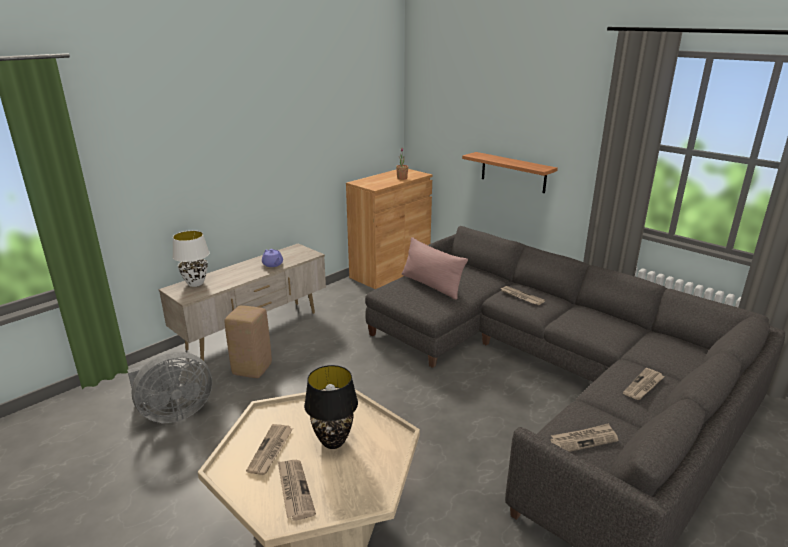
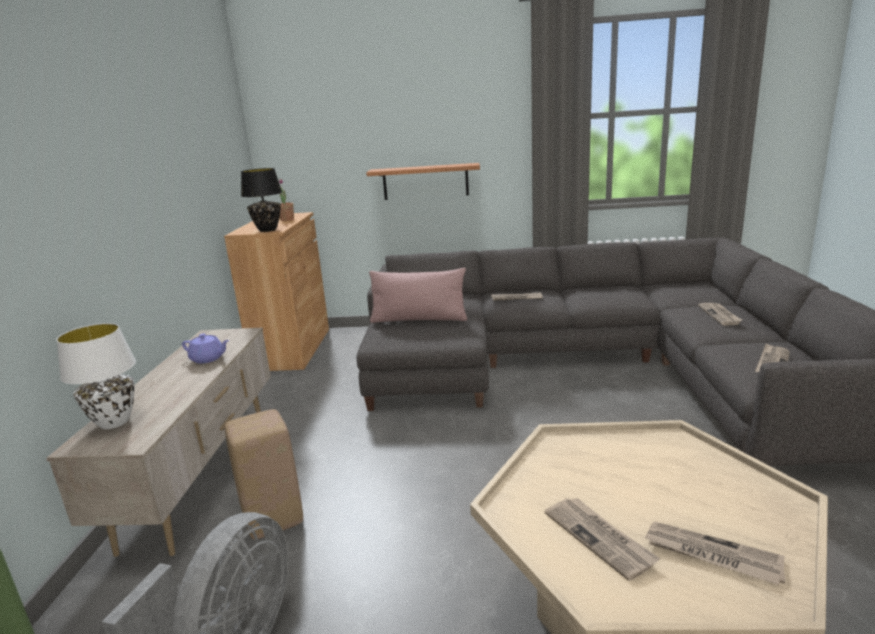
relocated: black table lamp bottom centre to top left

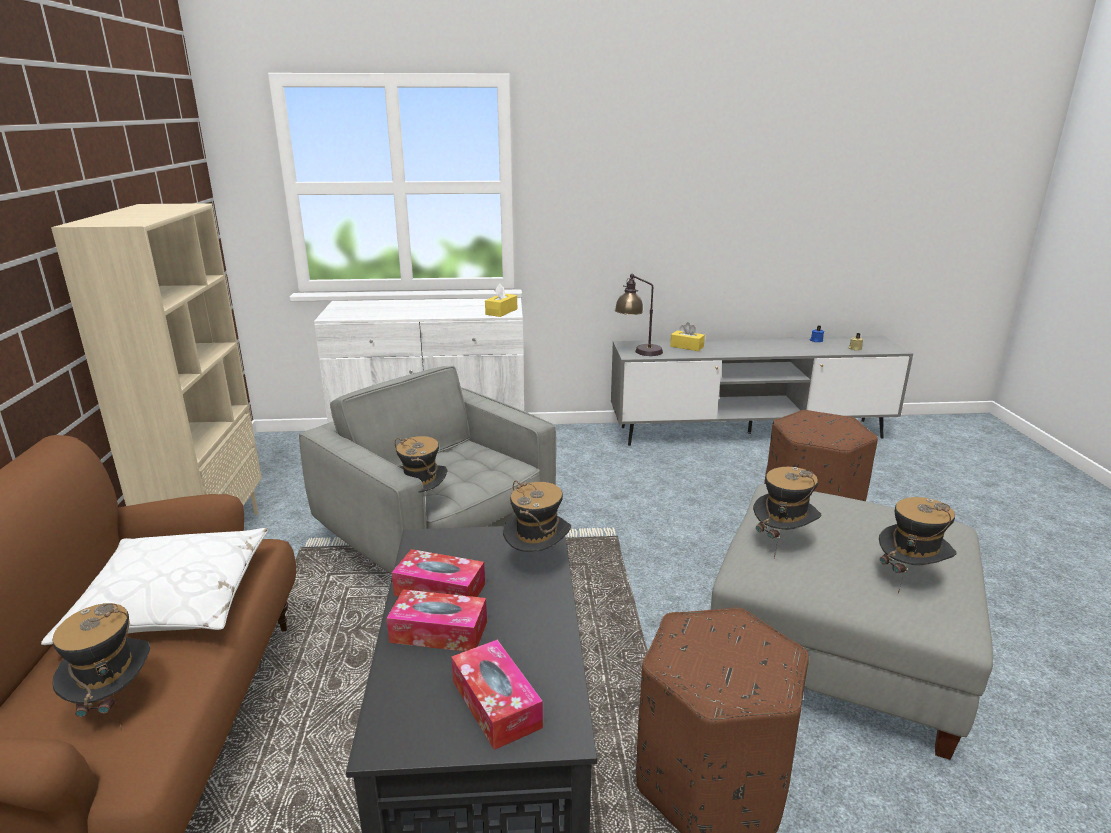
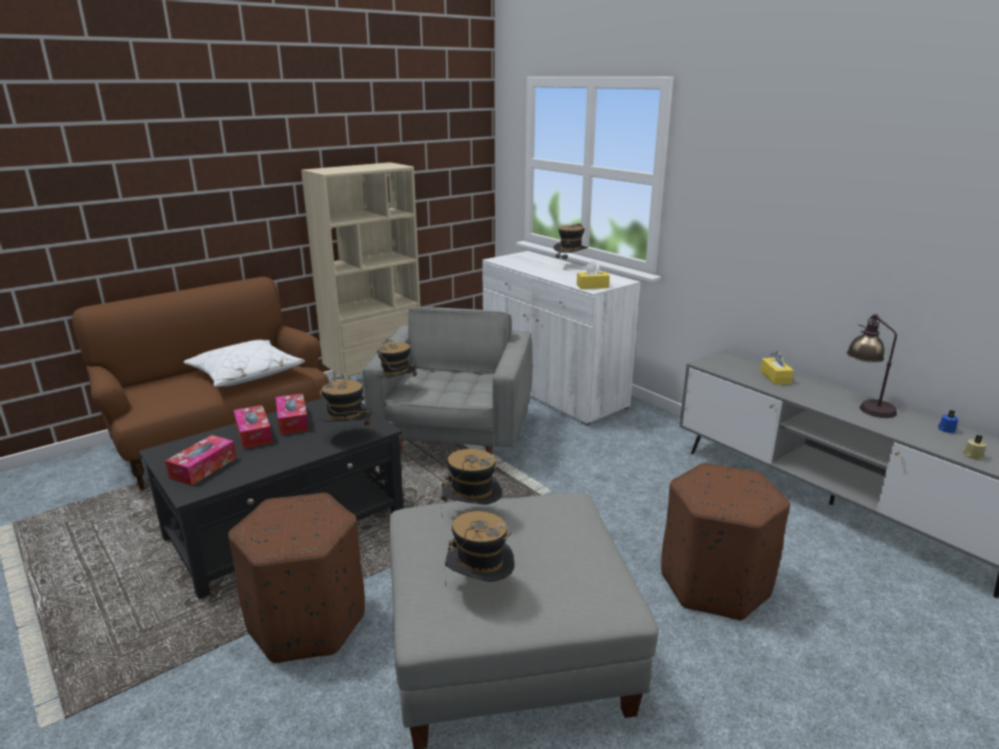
relocated: hat (no. 1 from left in the first image) bottom left to hat (no. 5 from left) top centre; table lamp centre to middle right

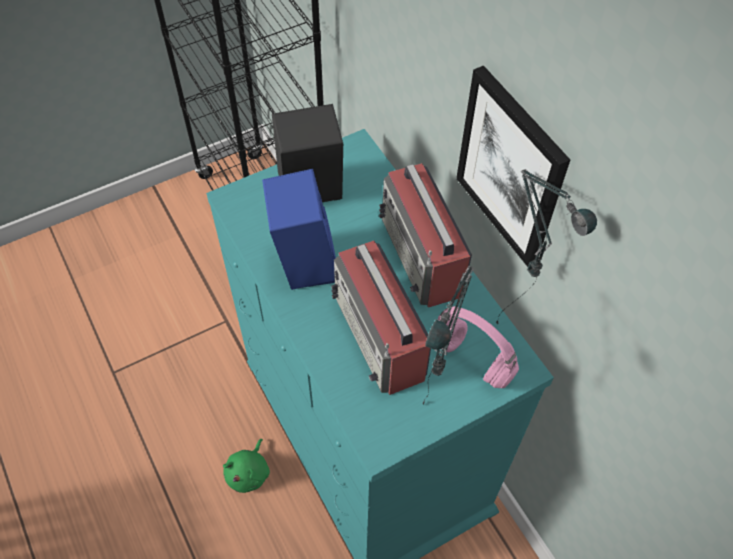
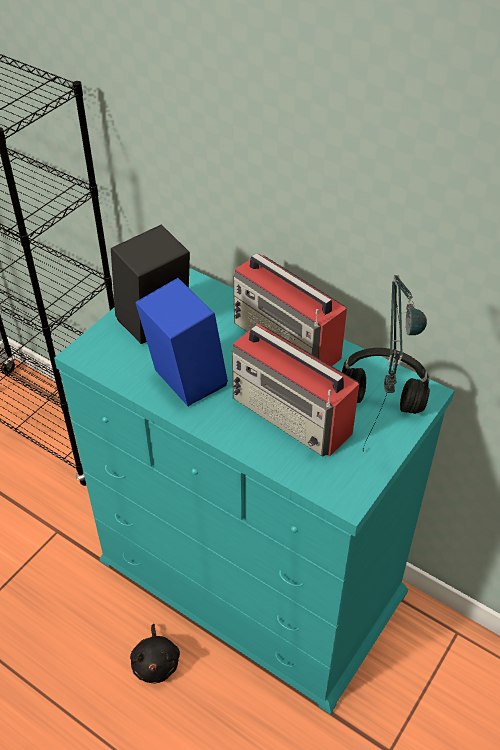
missing: picture top right; table lamp (no. 2 from left) middle right
colour: green plush toy bottom centre to black plush toy bottom left; pink headphones centre to black headphones middle right

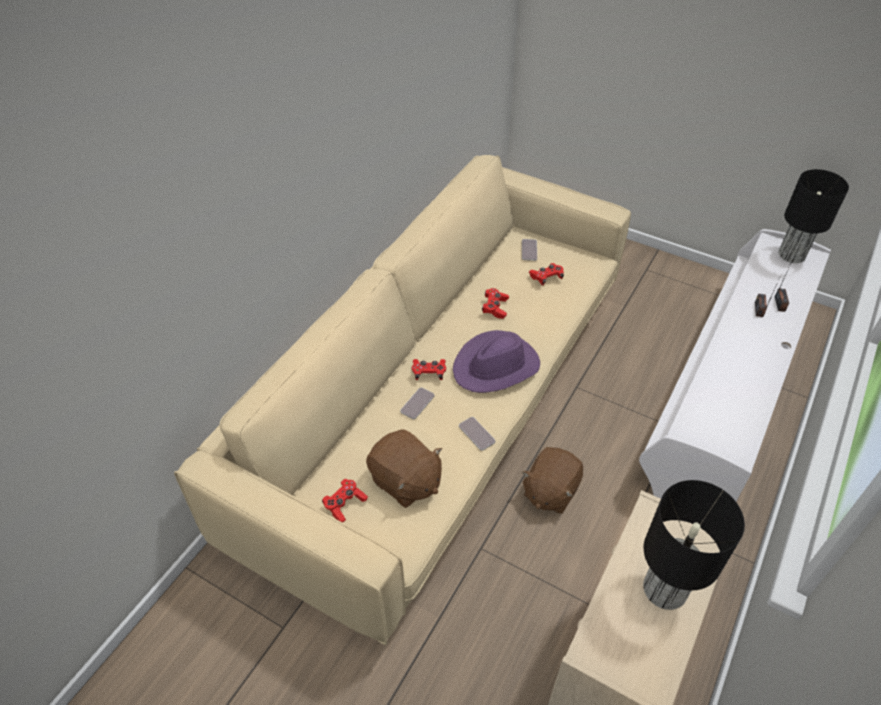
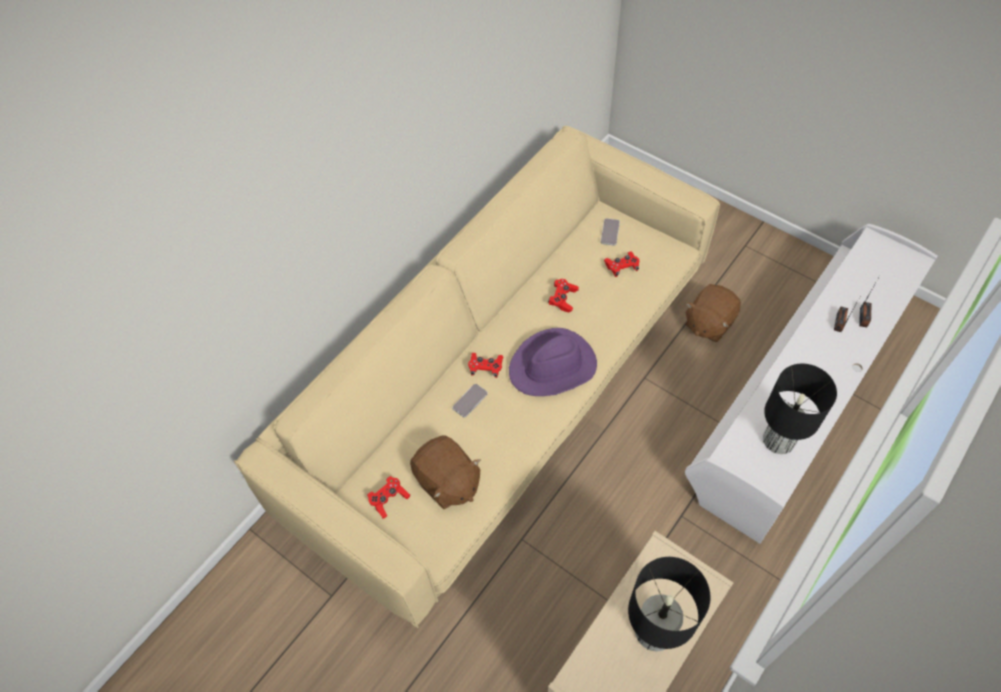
missing: phone (no. 2 from left) centre
relocated: brown plush toy (no. 2 from left) bottom centre to middle right; black table lamp (no. 2 from left) top right to middle right

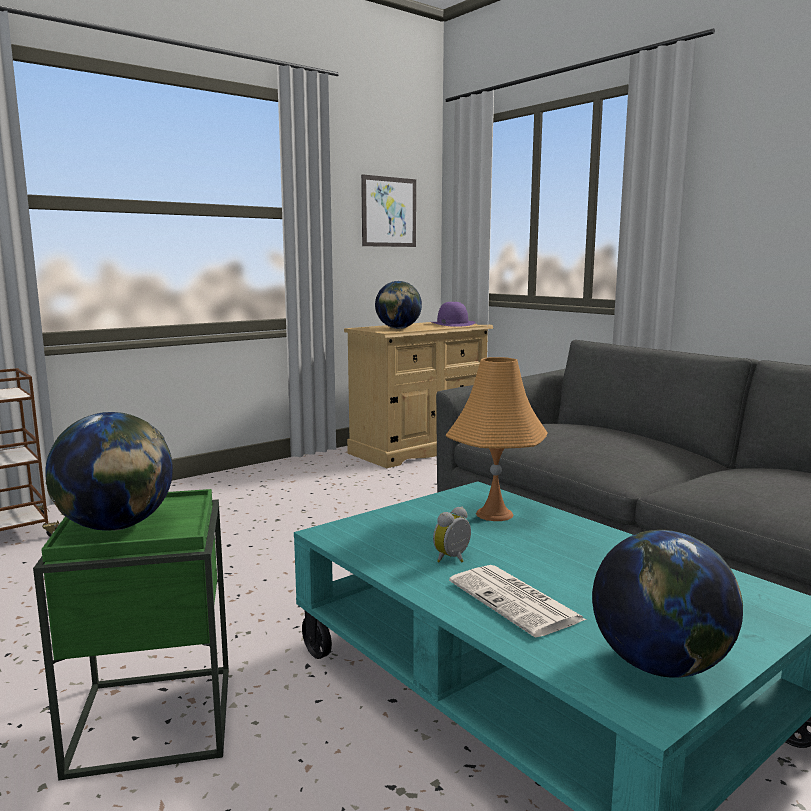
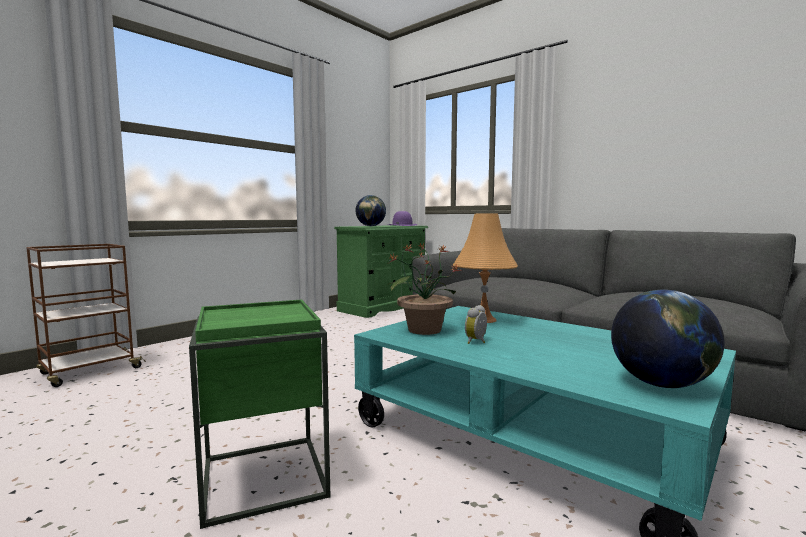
missing: globe (no. 1 from left) middle left; picture top centre; newspaper bottom centre
appeared: potted plant centre
colour: beige dresser centre to green dresser centre

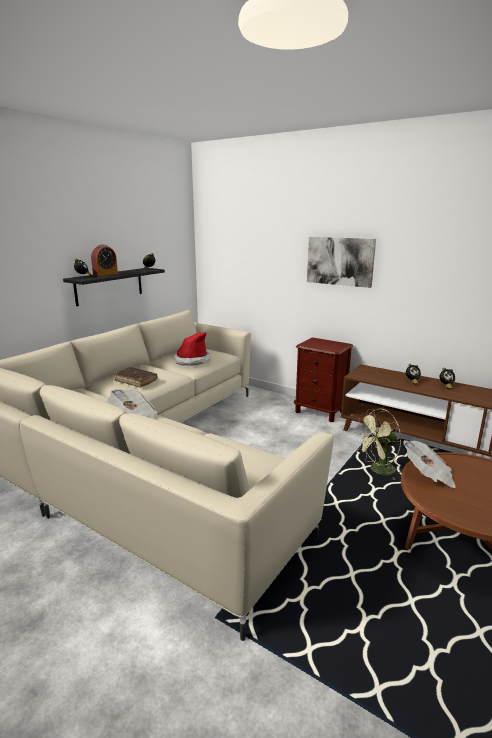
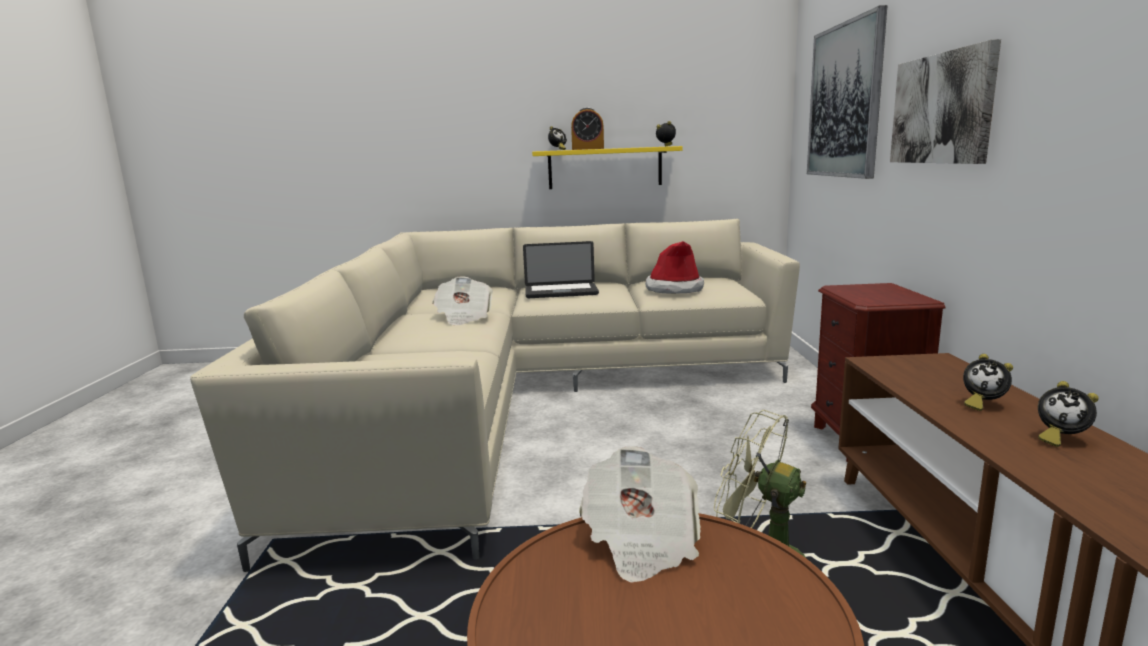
appeared: picture (no. 1 from left) top right
exchanged: brown book middle left to laptop centre
colour: black shelf middle left to yellow shelf top centre

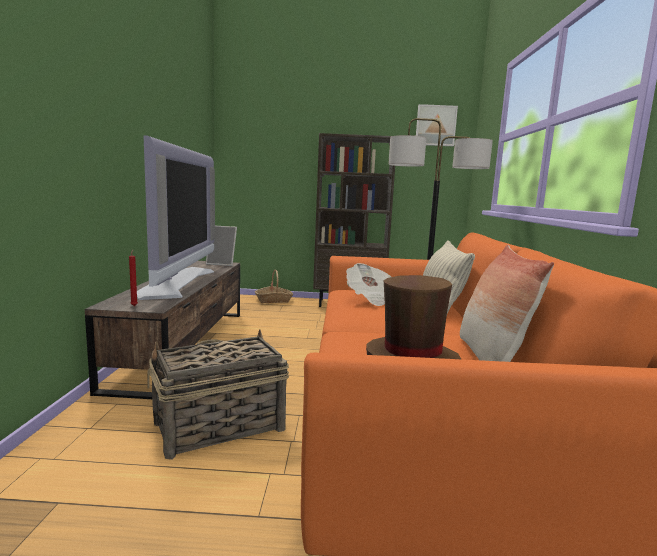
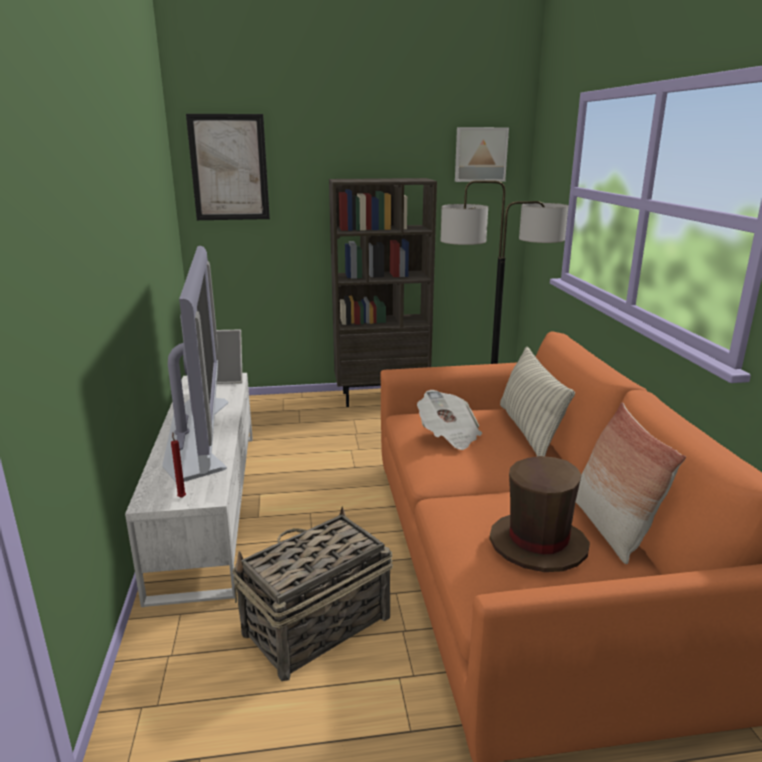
missing: basket (no. 2 from left) centre
appeared: picture (no. 1 from left) top left
colour: brown tv stand middle left to white tv stand middle left

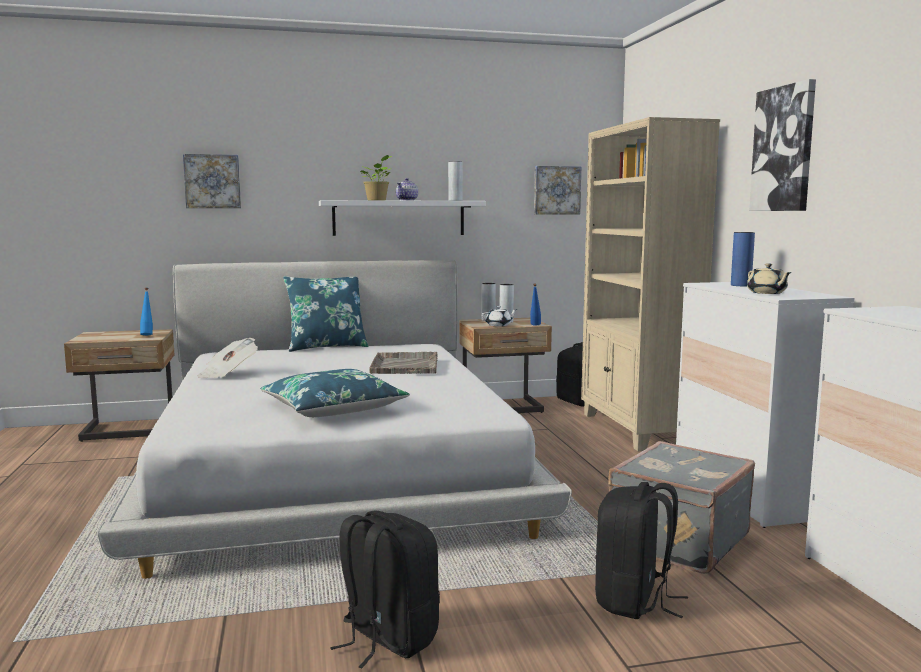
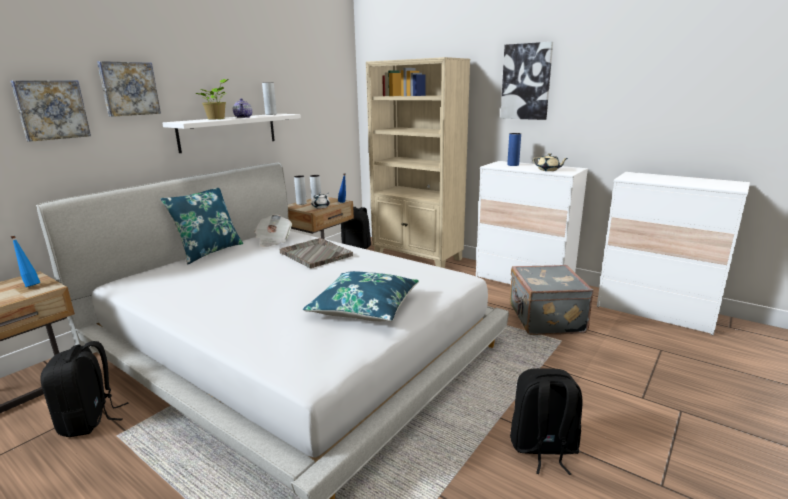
relocated: black backpack (no. 3 from left in the first image) bottom right to black backpack (no. 1 from left) bottom left; picture (no. 2 from left) top centre to top left; newspaper middle left to centre

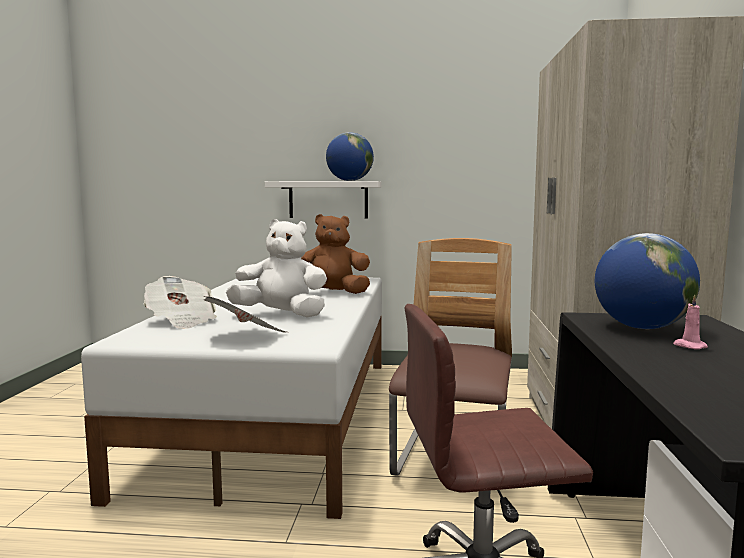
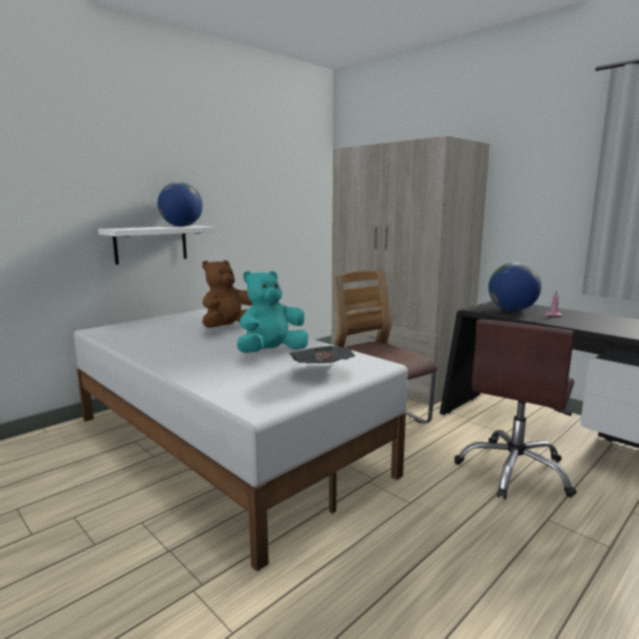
missing: newspaper (no. 1 from left) middle left
colour: white plush toy centre to turquoise plush toy centre

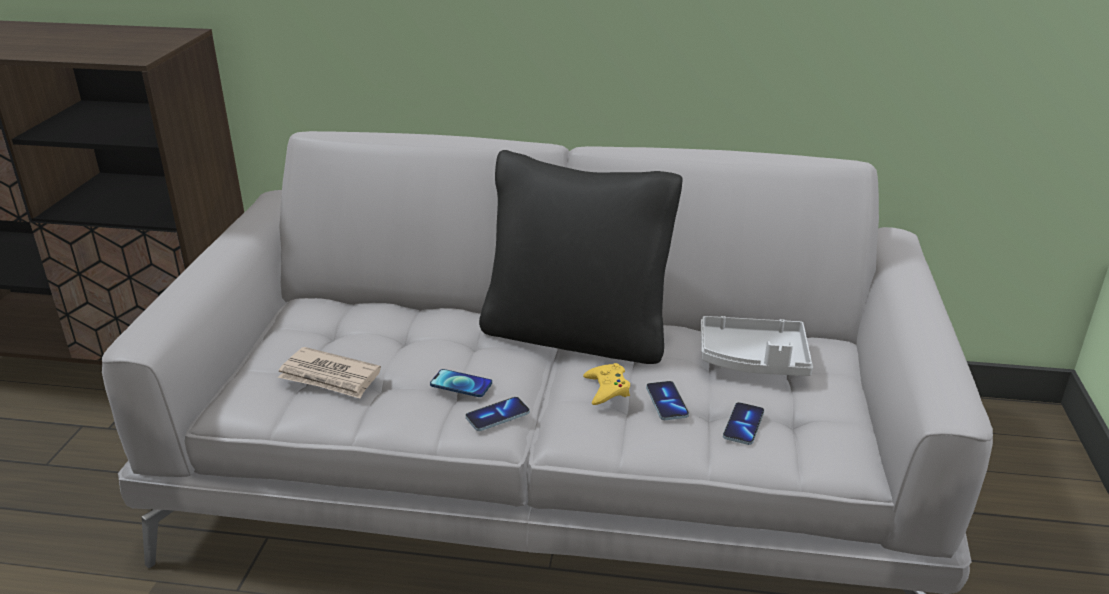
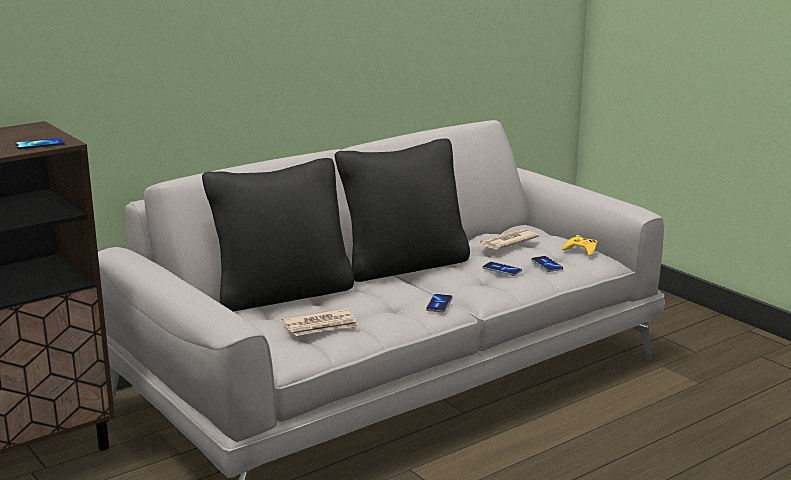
appeared: black pillow (no. 1 from left) centre
relocated: phone (no. 1 from left) centre to top left; yellow game controller centre to middle right
exchanged: grey tray middle right to newspaper (no. 2 from left) centre

